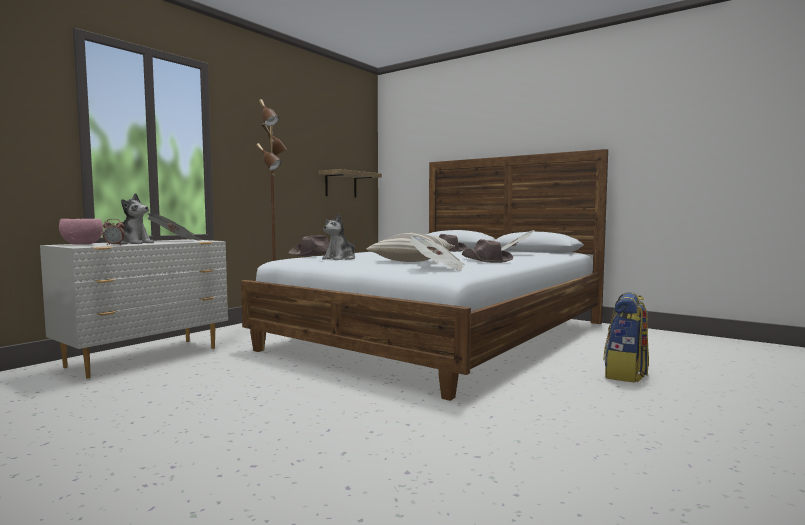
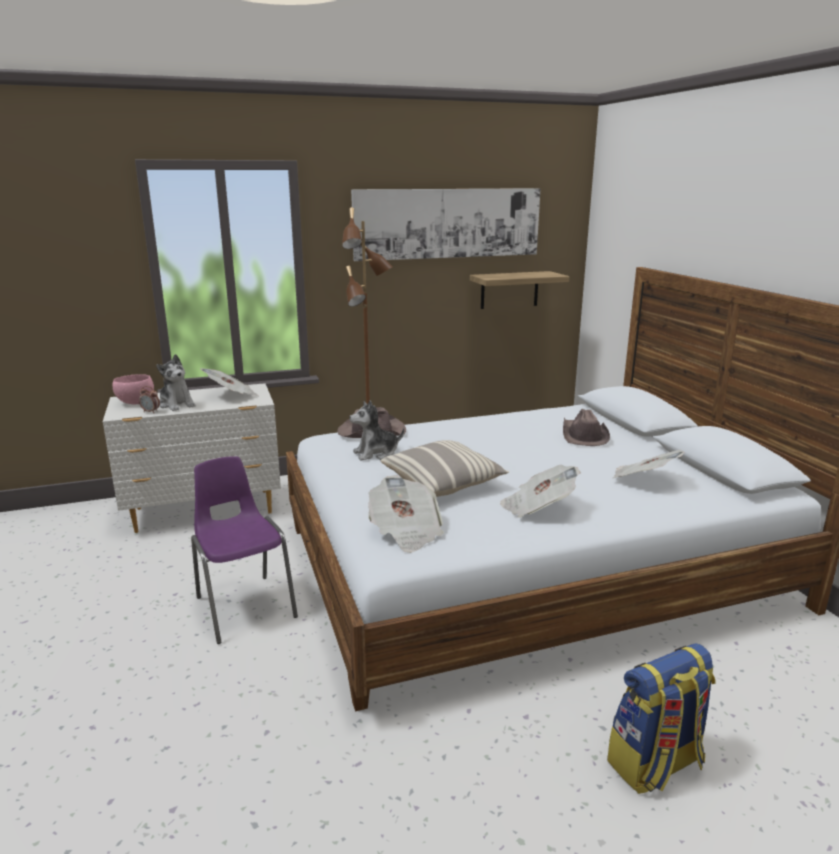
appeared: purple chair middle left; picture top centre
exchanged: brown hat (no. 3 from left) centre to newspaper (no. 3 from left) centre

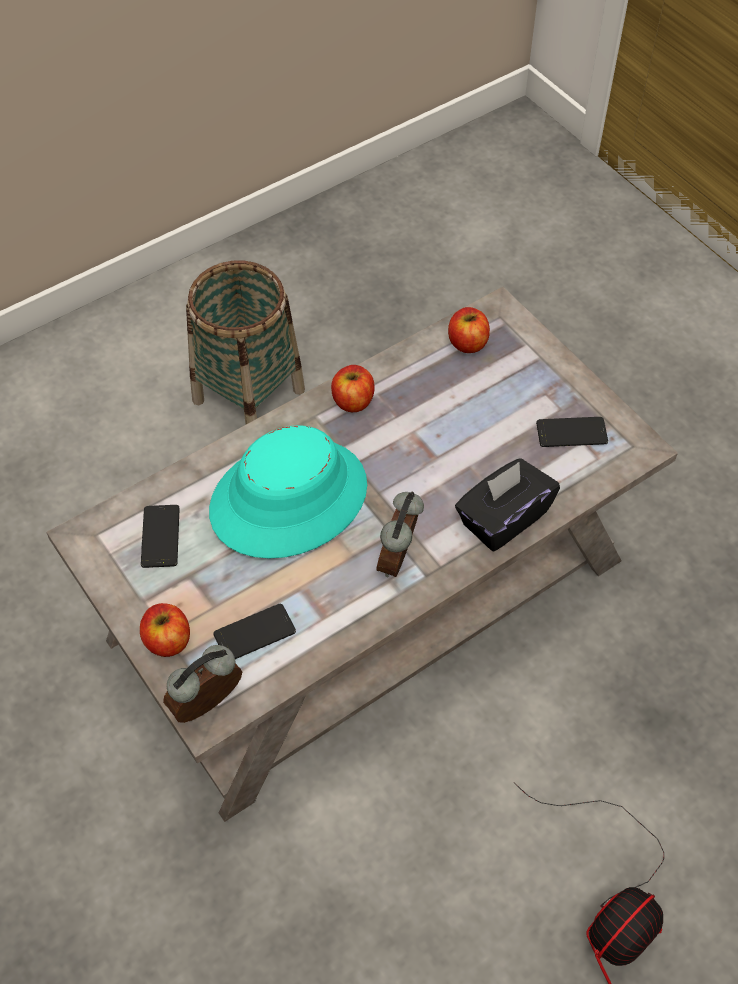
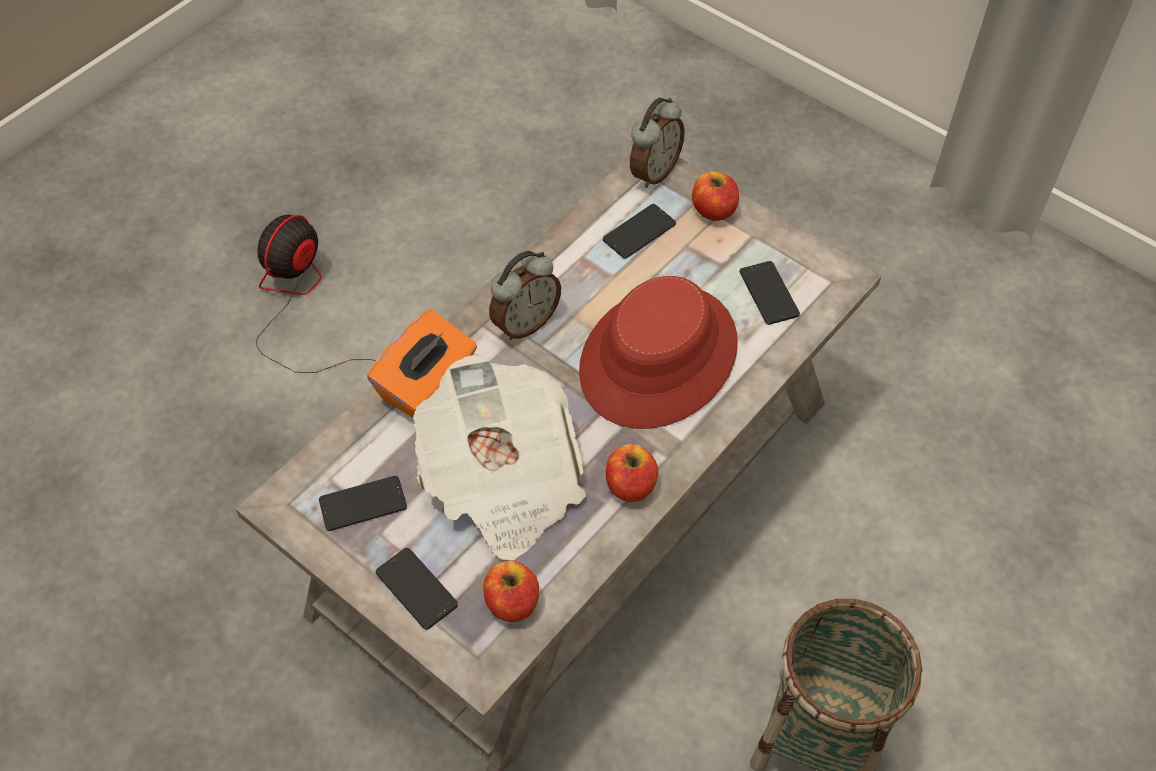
appeared: phone (no. 2 from left) bottom centre; newspaper centre
colour: black tissue box middle right to orange tissue box centre; turquoise hat centre to red hat centre
spun: alarm clock (no. 2 from left in the first image) centre = centre 45 degrees clockwise

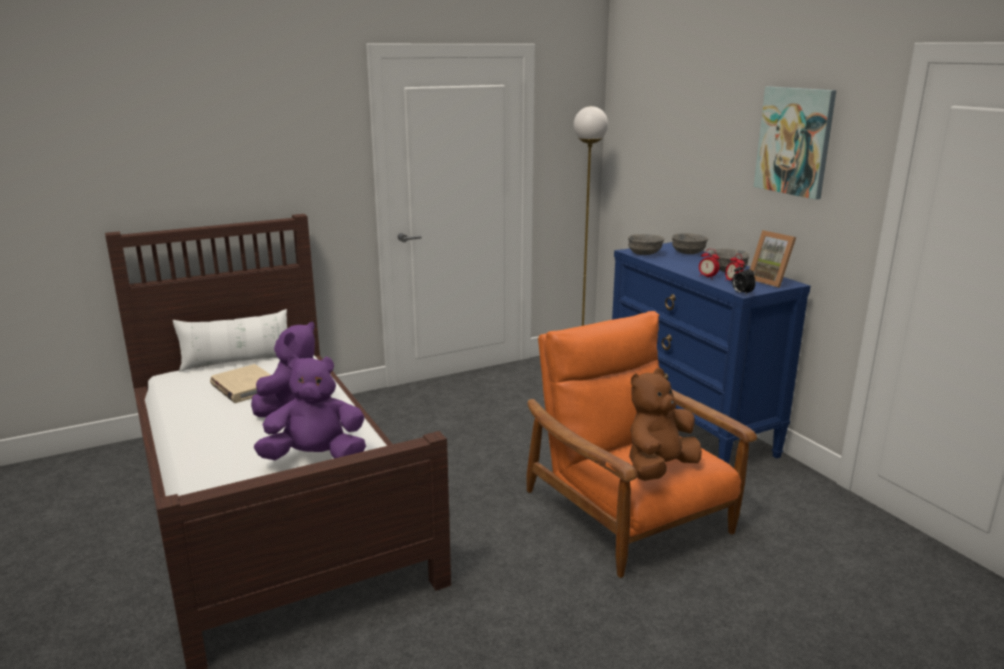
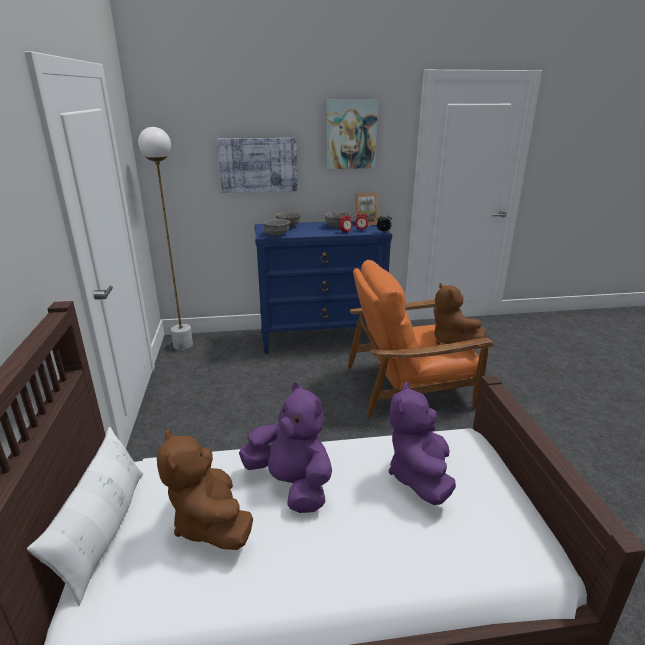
appeared: picture (no. 1 from left) top centre
exchanged: beige book middle left to brown plush toy (no. 1 from left) bottom left

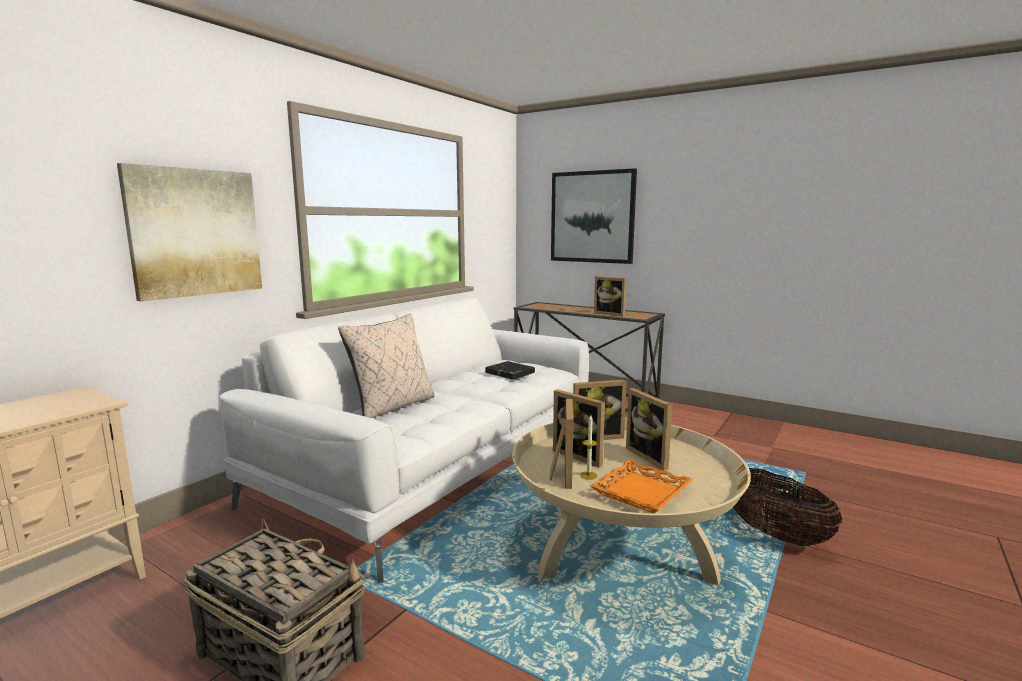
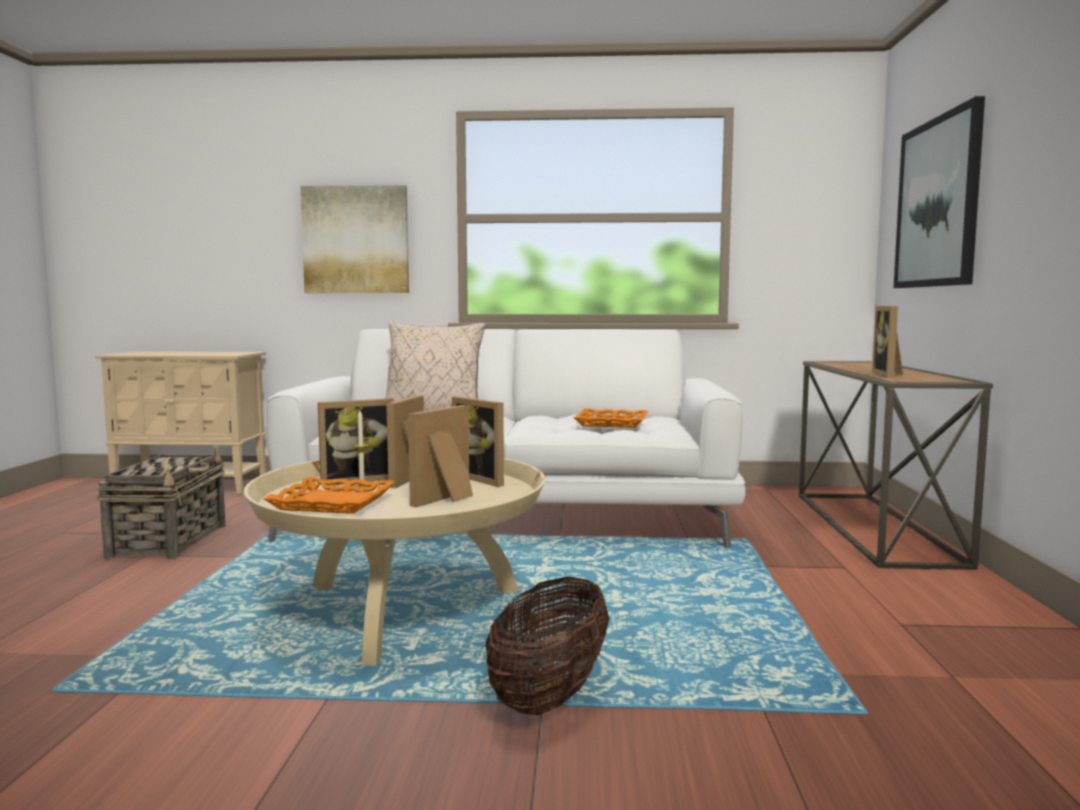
exchanged: black book centre to orange tray (no. 2 from left) centre

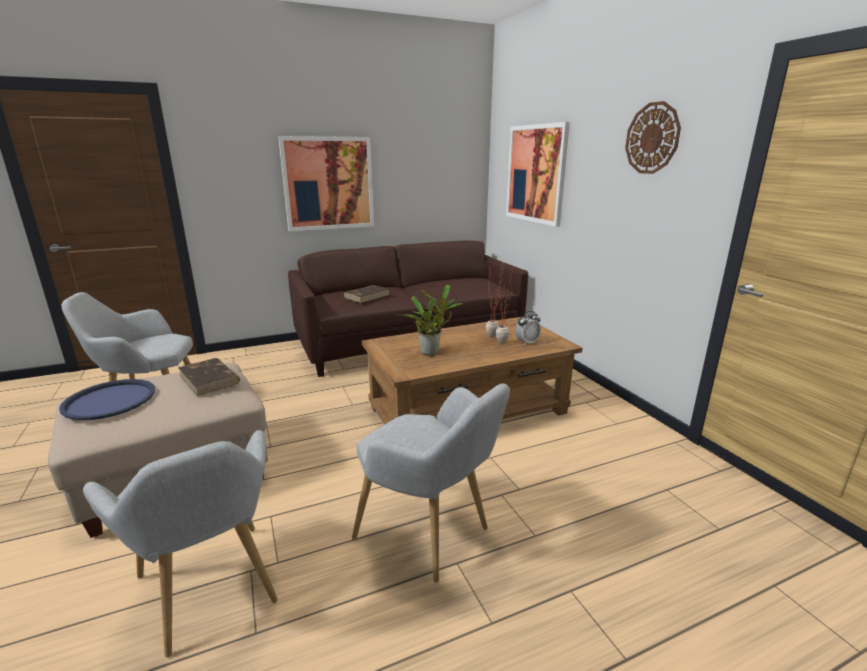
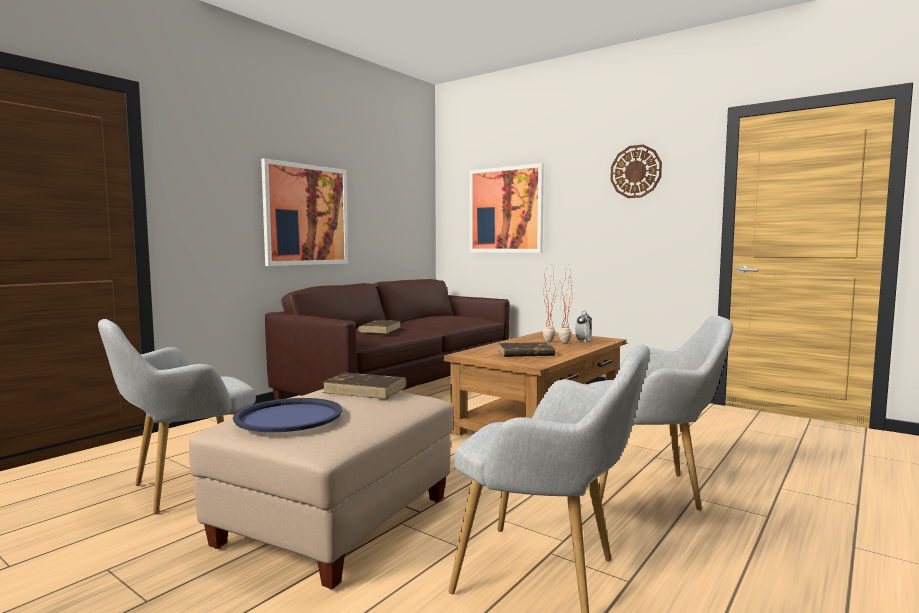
exchanged: potted plant (no. 1 from left) centre to brown book (no. 3 from left) centre

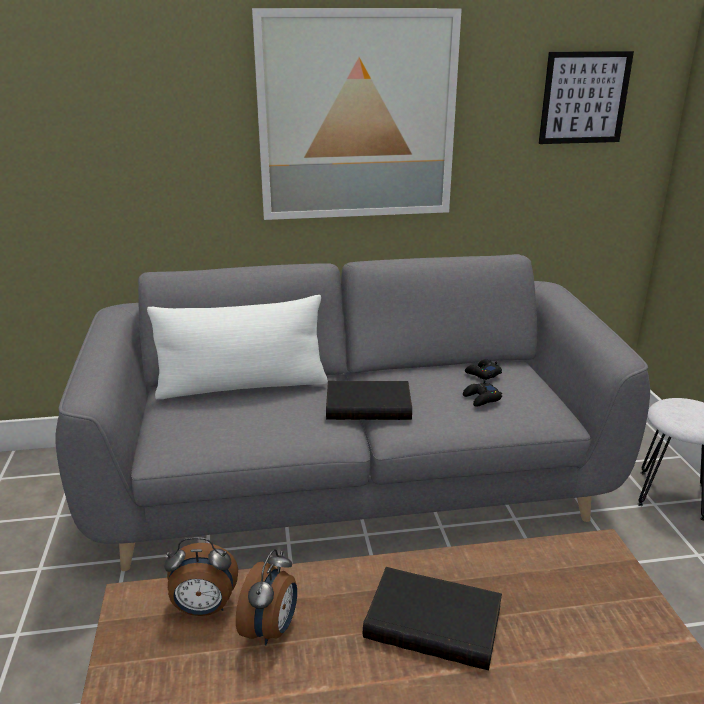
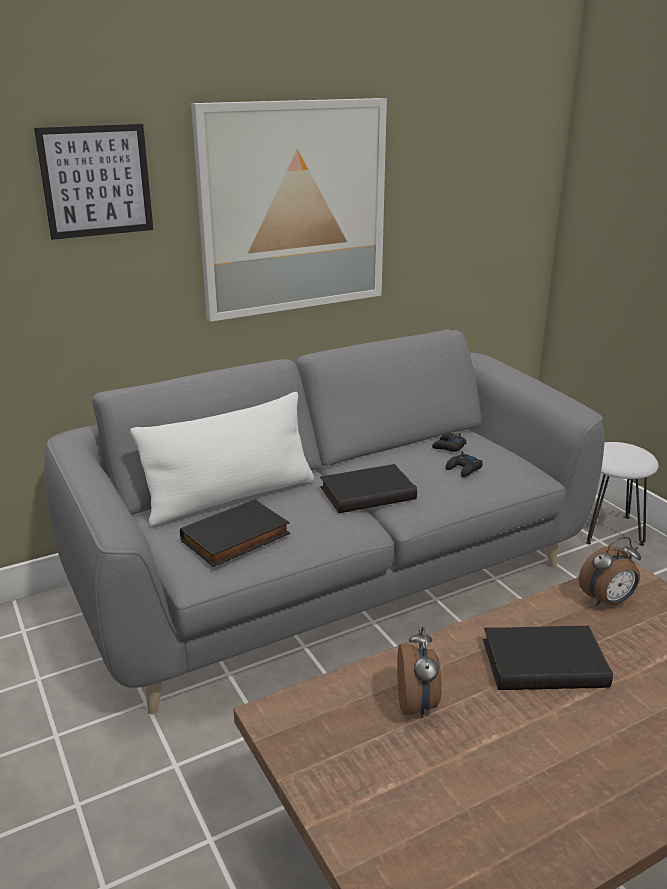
appeared: black book (no. 1 from left) centre
relocated: picture (no. 2 from left in the first image) top right to picture (no. 1 from left) top left; alarm clock (no. 1 from left in the first image) bottom left to alarm clock (no. 2 from left) middle right

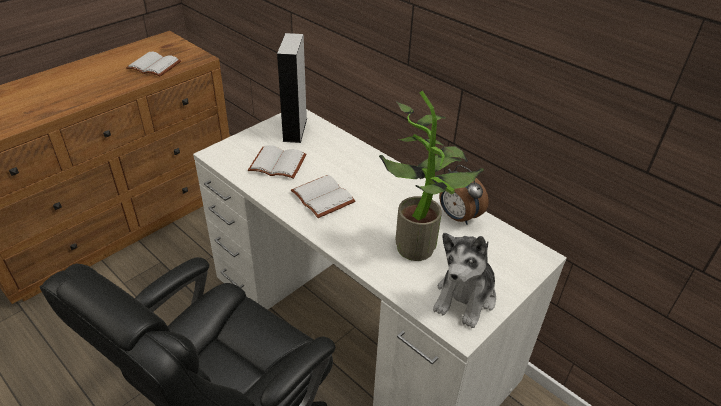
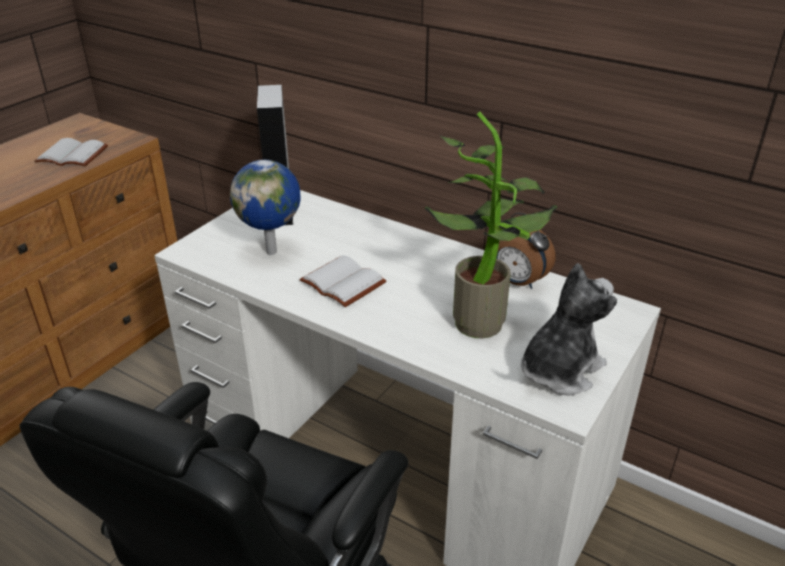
exchanged: white book (no. 2 from left) centre to globe centre
spun: plush toy bottom centre = middle right 150 degrees counterclockwise

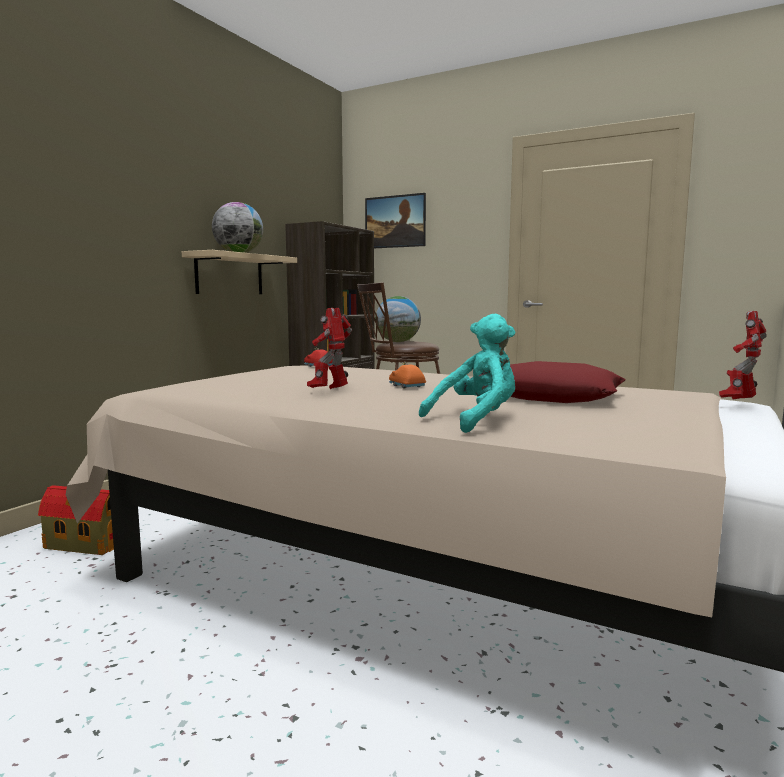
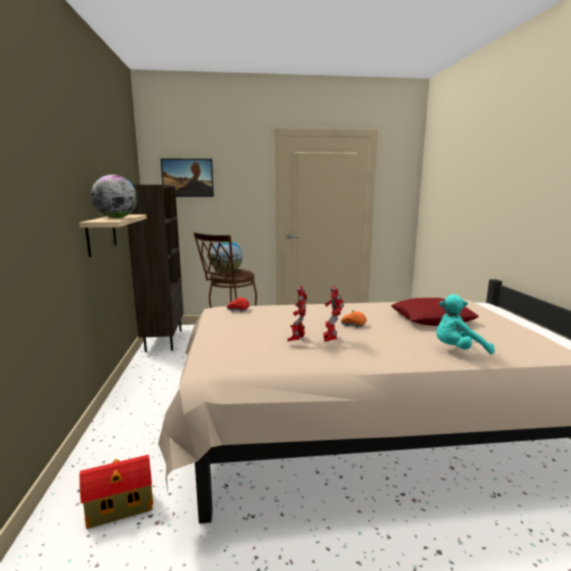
relocated: toy robot (no. 2 from left in the first image) middle right to toy robot (no. 1 from left) centre
spun: turquoise plush toy centre = middle right 120 degrees counterclockwise

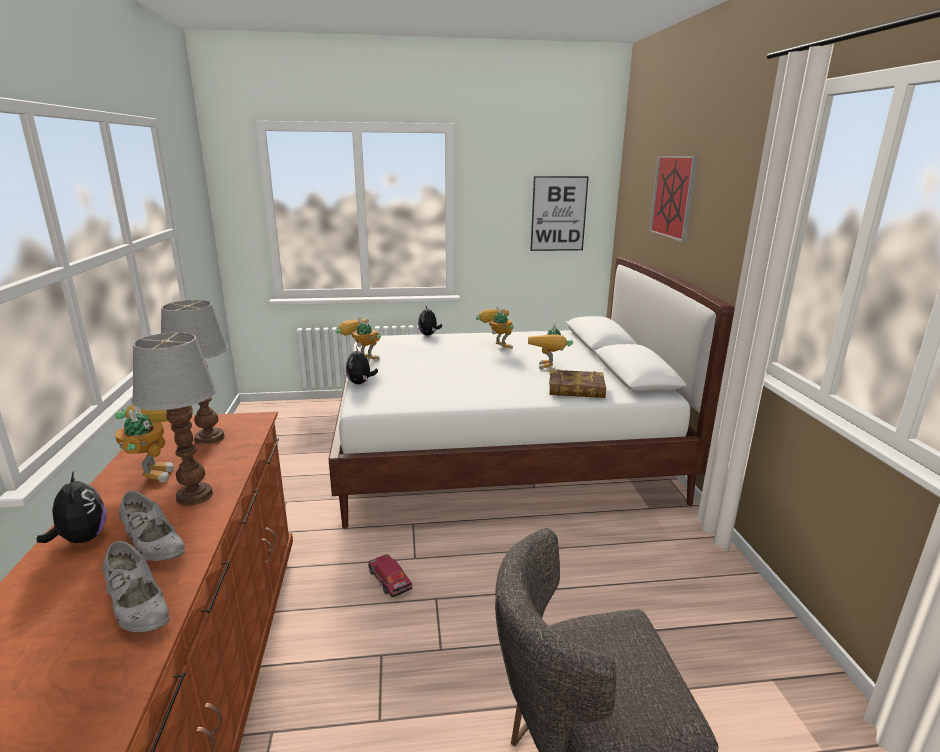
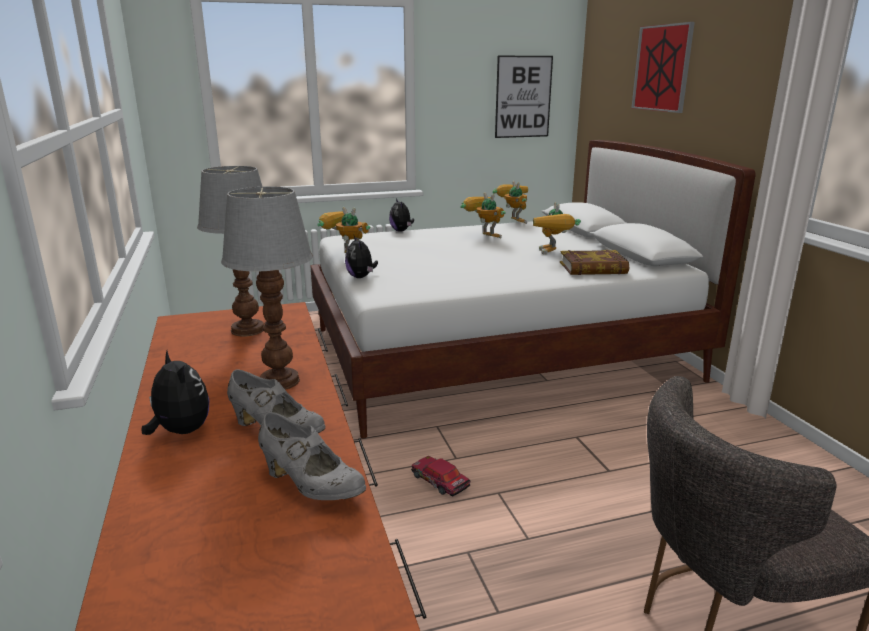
relocated: toy robot (no. 1 from left in the first image) middle left to toy robot (no. 3 from left) top centre

